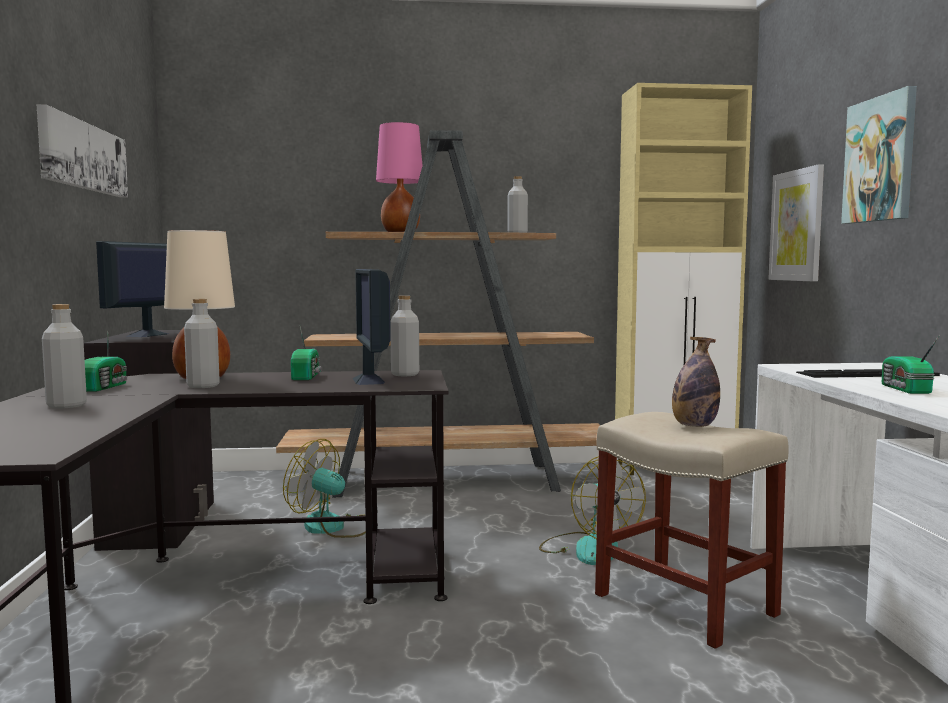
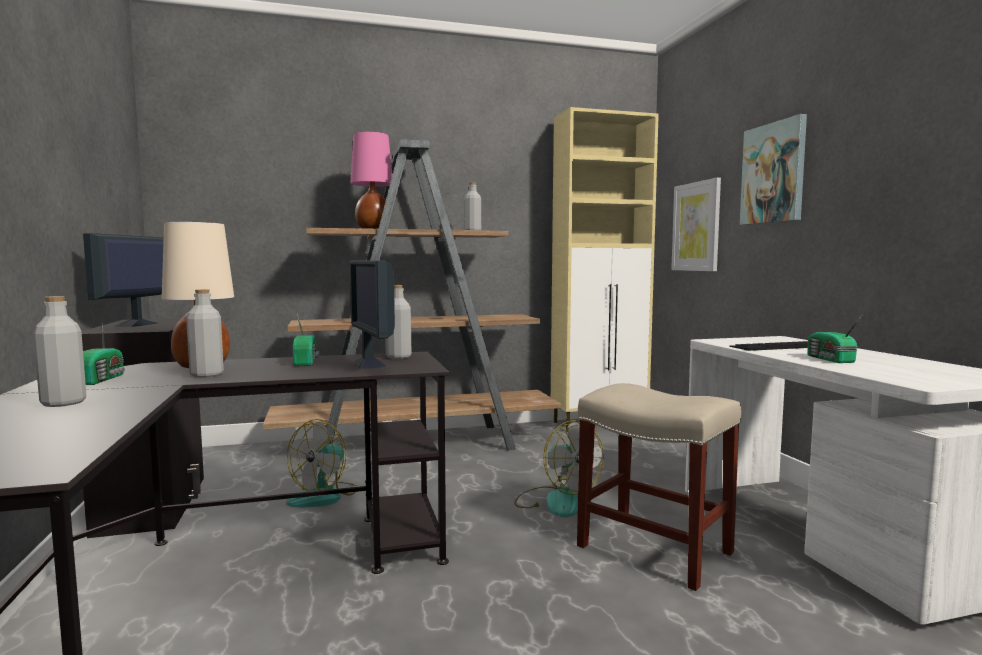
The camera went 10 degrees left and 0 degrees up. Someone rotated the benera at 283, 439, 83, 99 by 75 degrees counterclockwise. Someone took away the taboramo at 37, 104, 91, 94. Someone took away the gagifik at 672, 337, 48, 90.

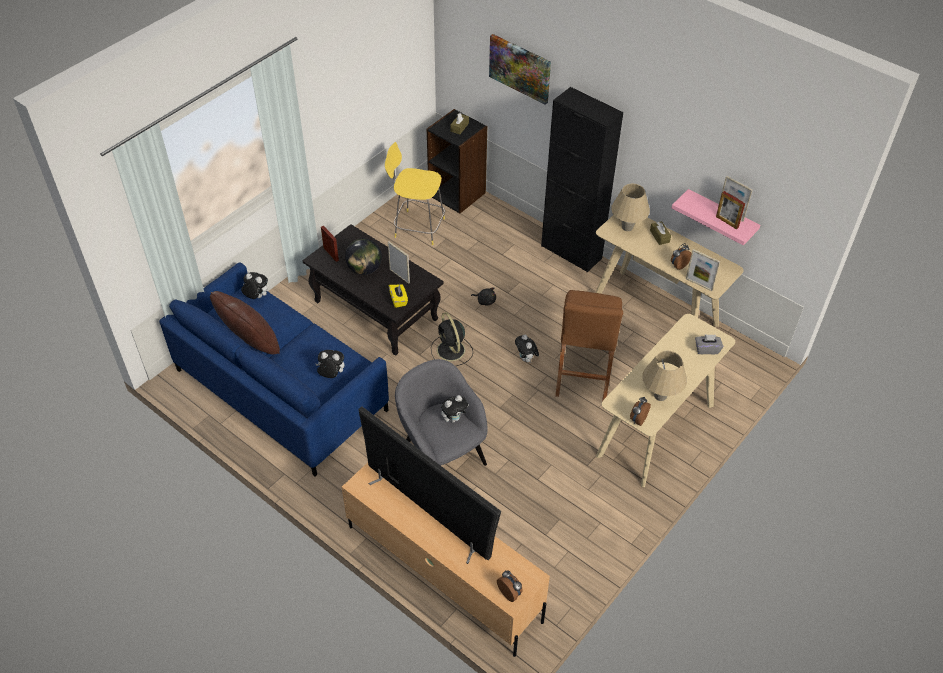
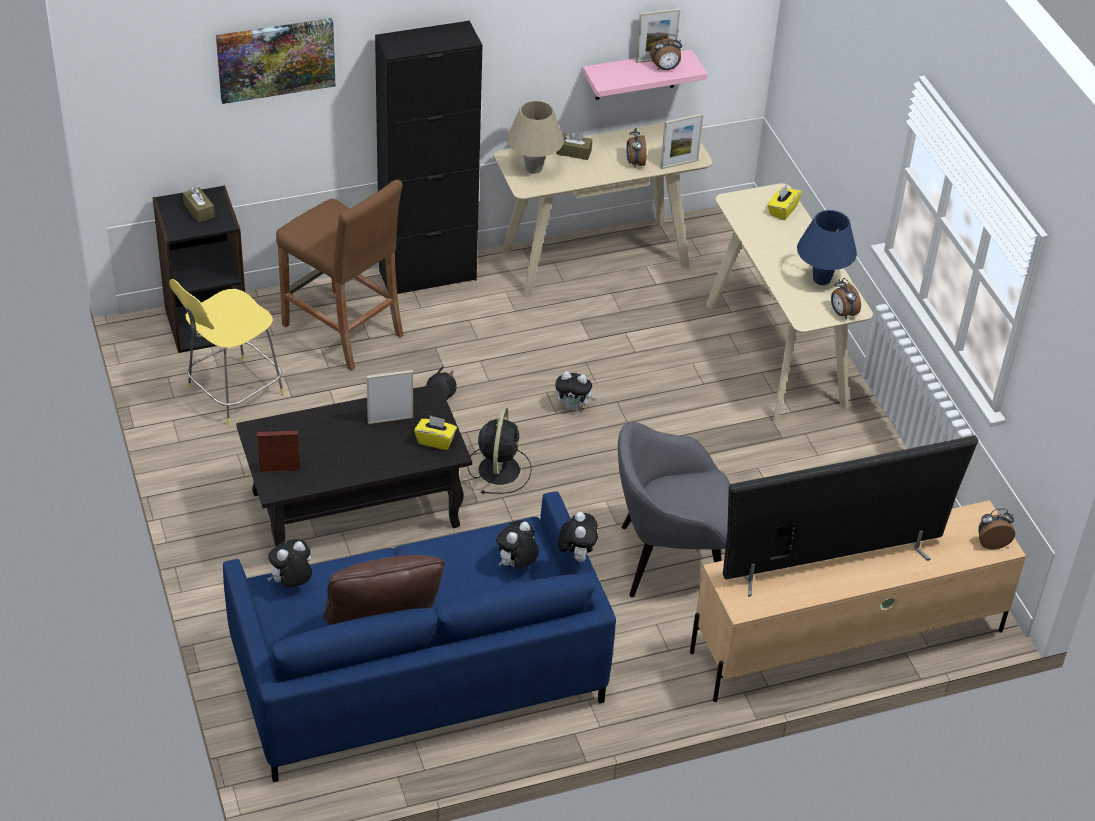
The camera went 60 degrees left and 5 degrees down. Someone carried the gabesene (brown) from 555, 290, 68, 111 to 276, 179, 127, 192. Someone rotated the benera (black) at 431, 312, 42, 54 by 90 degrees counterclockwise. Someone carried the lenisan from 441, 395, 28, 28 to 558, 512, 40, 50. Someone swapped the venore at 716, 191, 29, 38 for the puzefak at 650, 34, 32, 36. Someone repainted the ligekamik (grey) at 695, 334, 28, 20, which became the ligekamik (yellow) at 767, 184, 35, 36. Someone repainted the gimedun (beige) at 642, 350, 45, 51, which became the gimedun (blue) at 797, 210, 60, 75. Someone took away the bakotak at 345, 238, 37, 37.

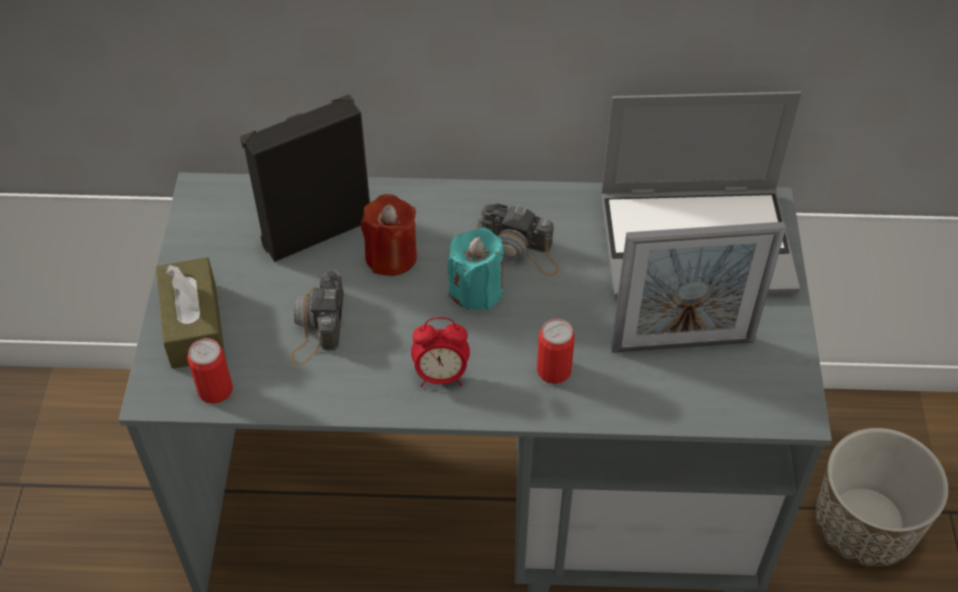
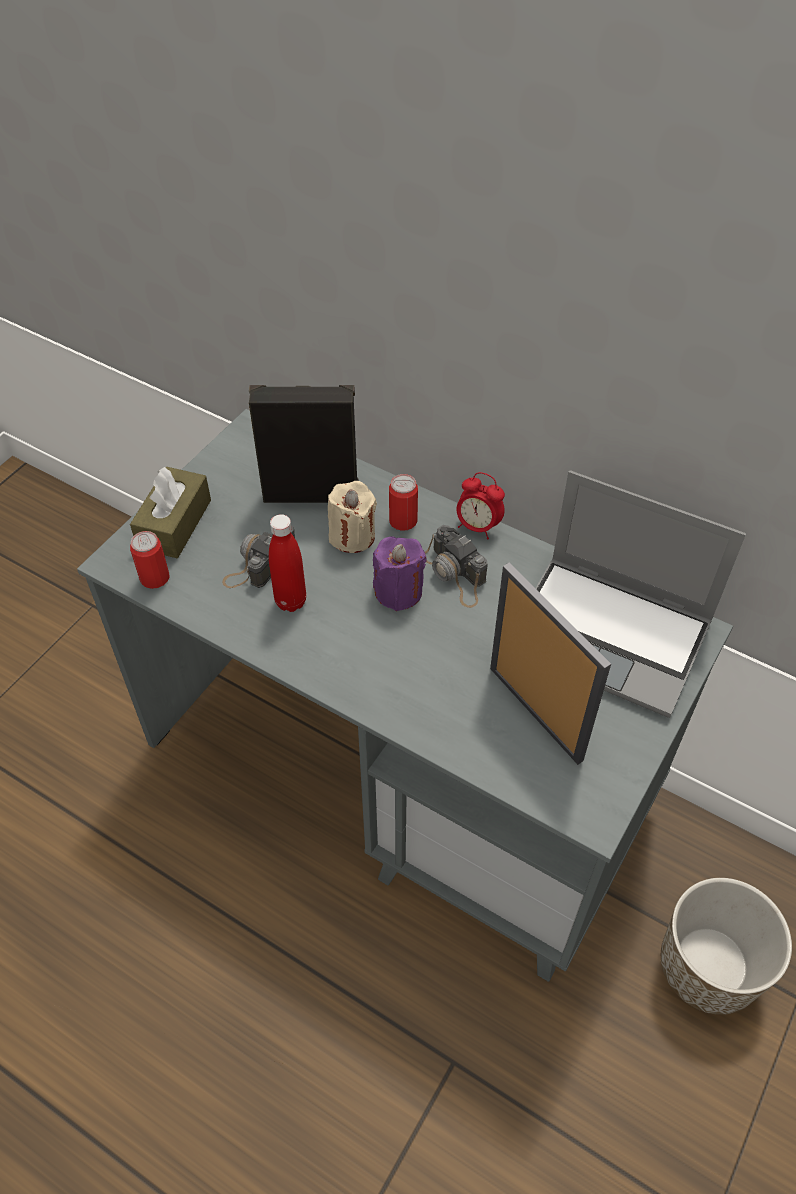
The camera went 30 degrees right and 0 degrees up. Someone put down the gagifik (red) at 269, 514, 37, 98. Someone repainted the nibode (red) at 361, 194, 56, 82, which became the nibode (beige) at 328, 481, 49, 72. Someone repainted the nibode (turquoise) at 448, 227, 56, 83, which became the nibode (purple) at 373, 536, 54, 75. Someone carried the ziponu from 537, 319, 38, 65 to 389, 474, 29, 57. Someone carried the puzefak from 411, 317, 59, 70 to 457, 472, 48, 67. Someone rotated the venore at 611, 222, 175, 131 by 150 degrees counterclockwise.

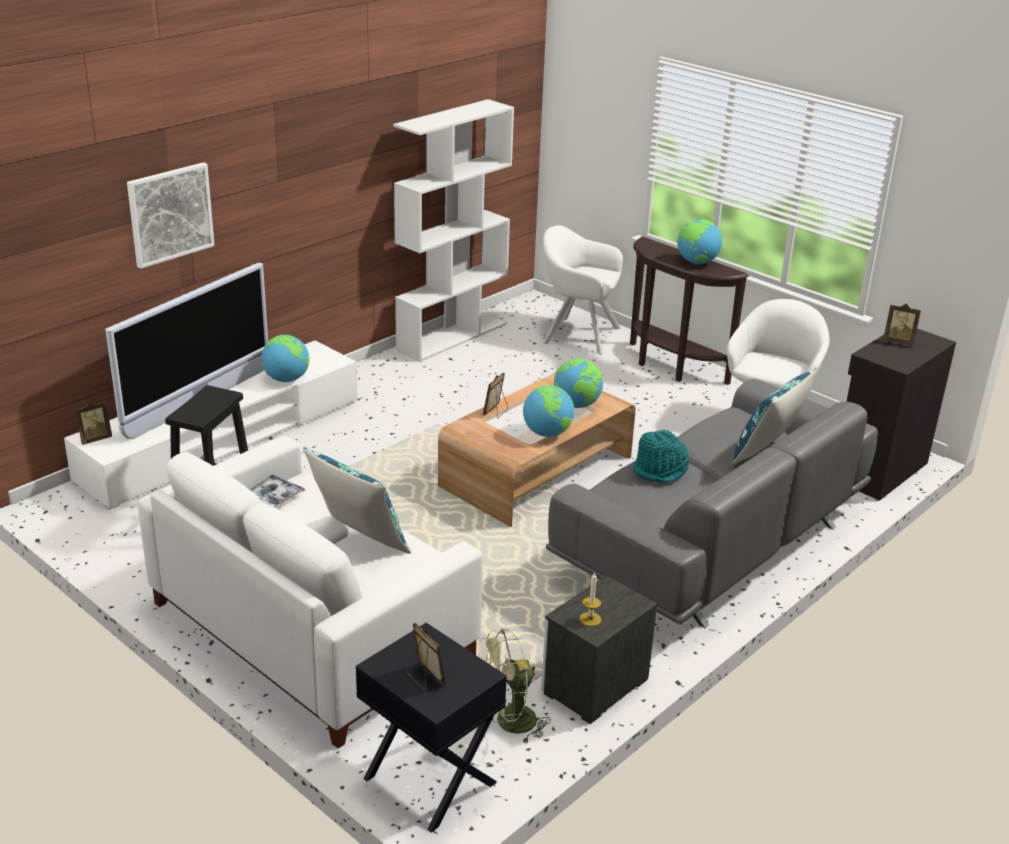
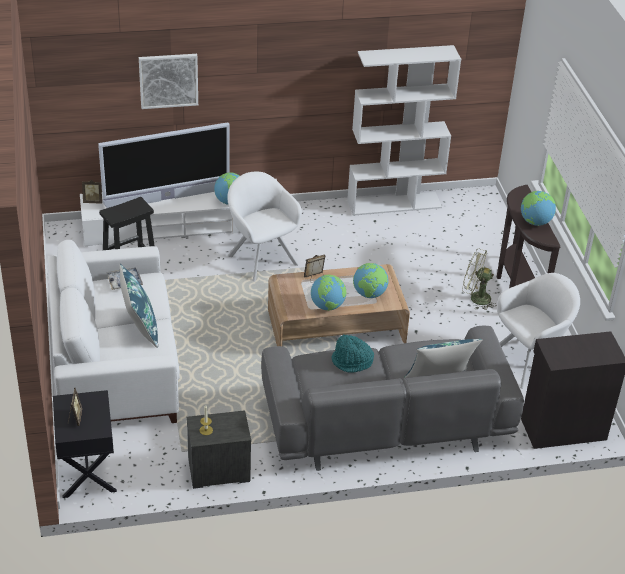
The camera went 35 degrees right and 10 degrees up. Someone carried the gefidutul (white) from 543, 225, 80, 130 to 227, 172, 75, 110. Someone carried the benera (green) from 479, 629, 72, 116 to 462, 248, 35, 62. Someone took away the venore at 883, 303, 38, 42.

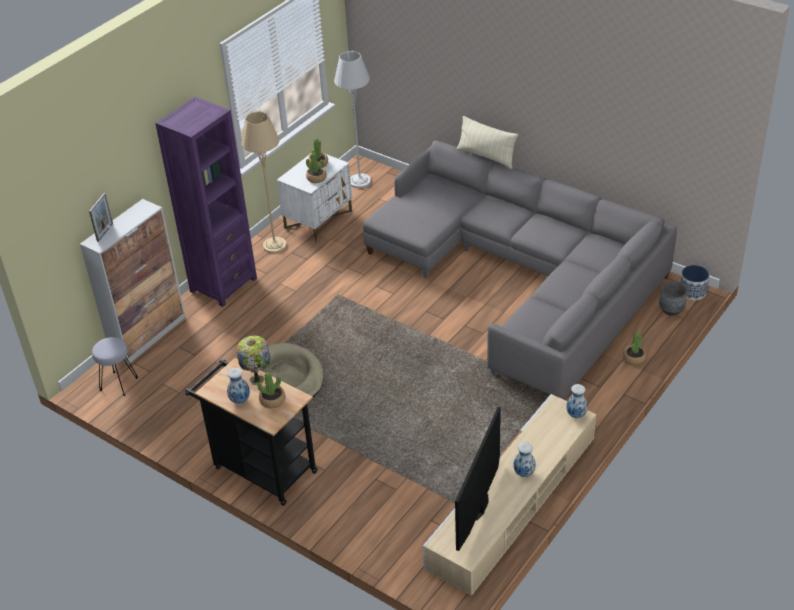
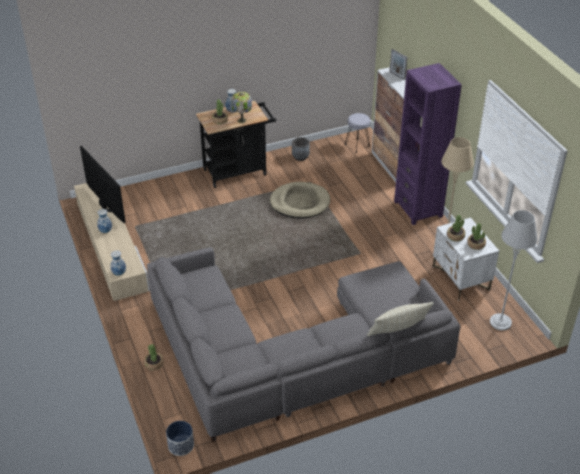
The camera went 120 degrees right and 0 degrees up. Someone carried the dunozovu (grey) from 659, 281, 29, 35 to 292, 137, 18, 24.

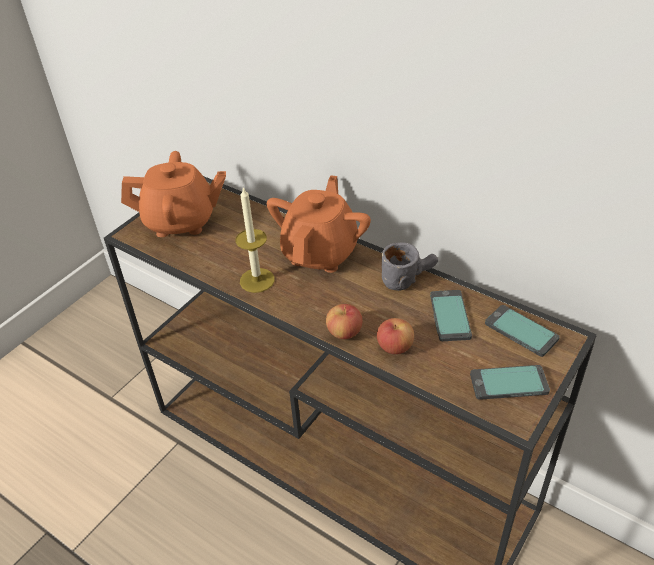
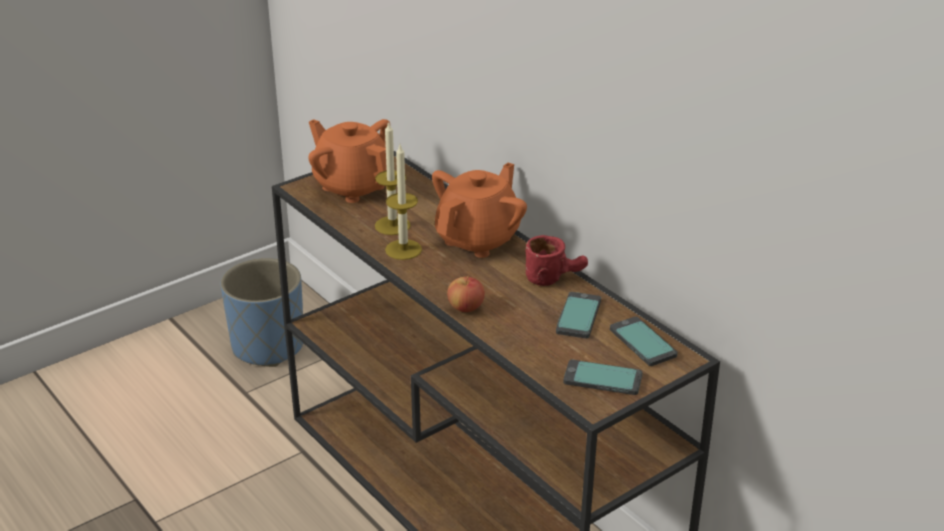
The camera went 15 degrees right and 10 degrees down. Someone put down the dunozovu (blue) at 221, 258, 82, 109. Someone rotated the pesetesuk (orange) at 121, 151, 105, 86 by 150 degrees counterclockwise. Someone put down the nibode at 375, 121, 36, 114. Someone repainted the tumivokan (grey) at 382, 242, 56, 49, which became the tumivokan (red) at 526, 235, 62, 51. Someone took away the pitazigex at 377, 318, 37, 36.

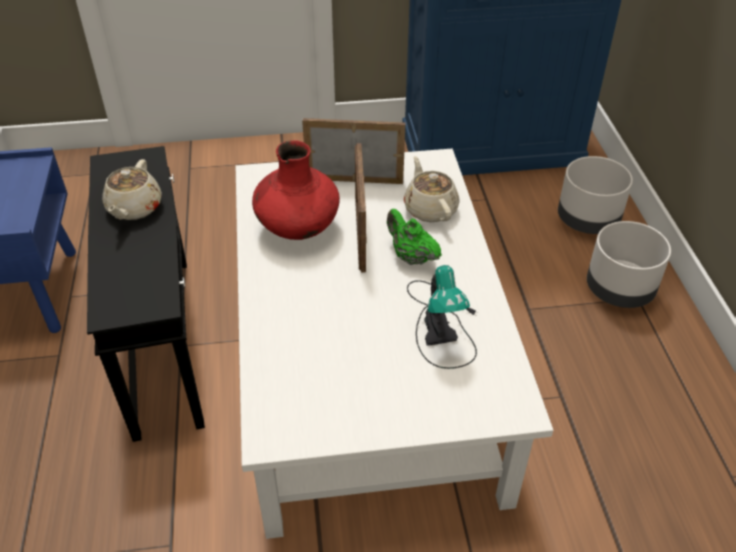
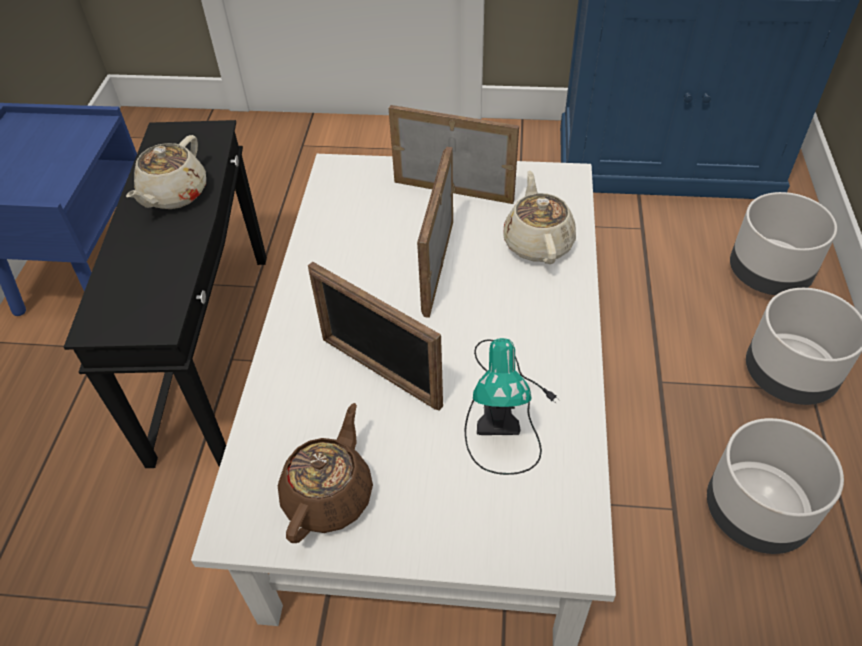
The camera went 15 degrees right and 5 degrees up. Someone put down the pesetesuk (brown) at 278, 403, 95, 140. Someone put down the venore at 308, 261, 135, 150. Someone put down the dunozovu (grey) at 707, 418, 137, 136. Someone took away the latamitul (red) at 252, 140, 88, 100. Someone took away the pesetesuk (green) at 387, 209, 55, 56.

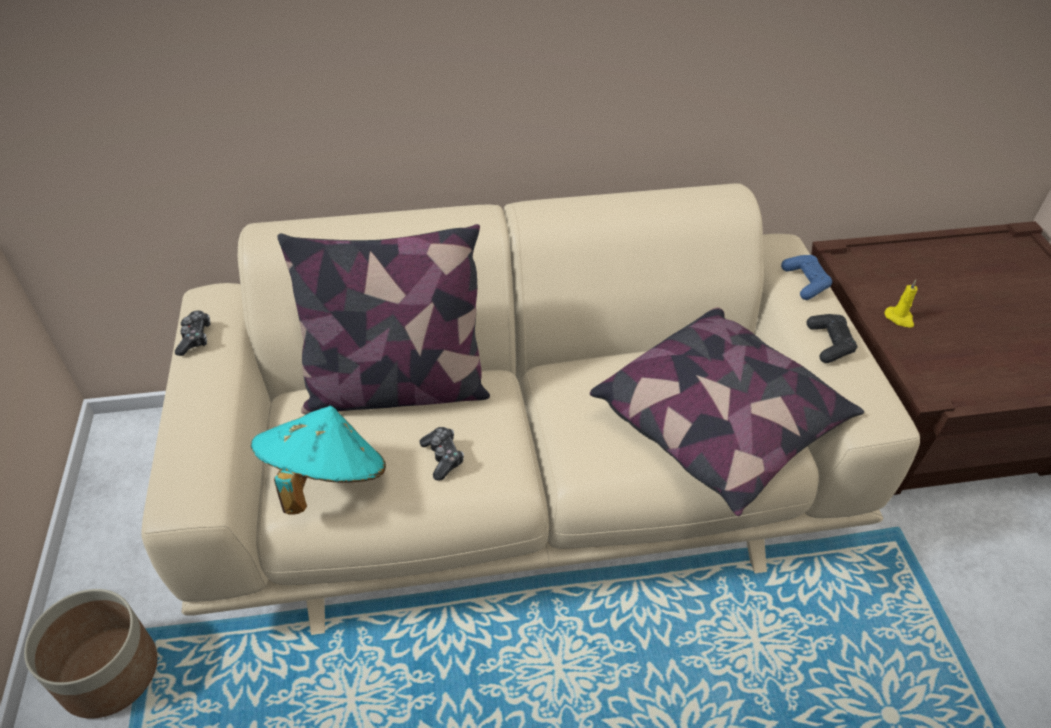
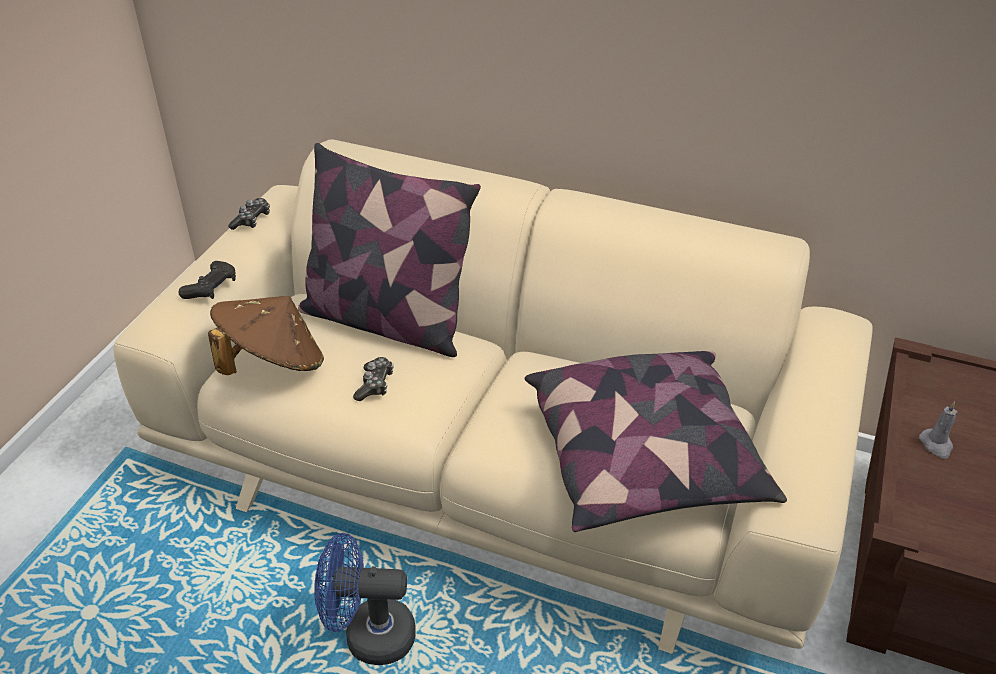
The camera went 30 degrees right and 5 degrees down. Someone carried the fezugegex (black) from 807, 314, 50, 49 to 178, 261, 58, 38. Someone repainted the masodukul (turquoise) at 251, 406, 135, 109, which became the masodukul (brown) at 208, 296, 116, 79. Someone put down the benera (blue) at 314, 533, 102, 132. Someone repainted the nibode (yellow) at 884, 280, 33, 48, which became the nibode (grey) at 919, 401, 38, 58. Someone took away the dunozovu at 24, 589, 134, 130. Someone took away the fezugegex (blue) at 781, 255, 51, 45.

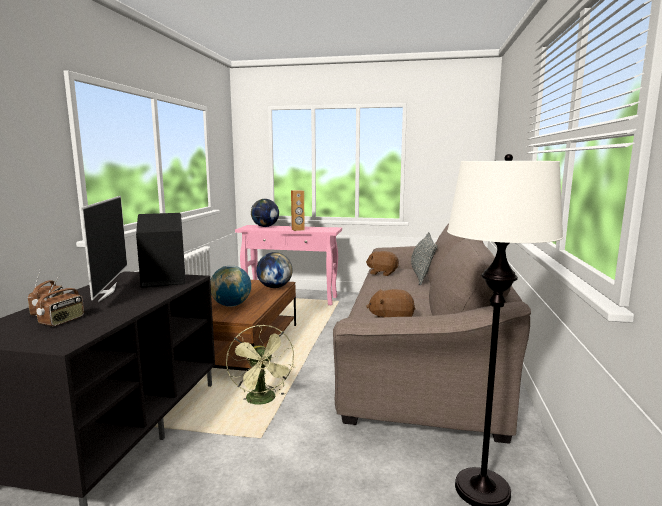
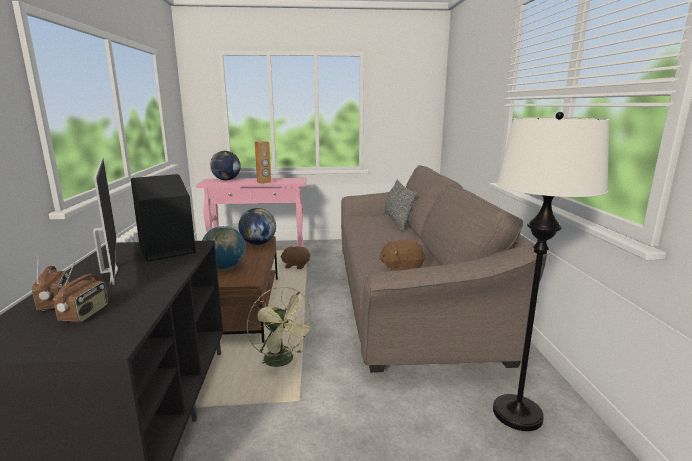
The camera went 15 degrees left and 5 degrees up. Someone carried the lenisan (brown) from 366, 251, 33, 25 to 280, 246, 30, 23.

